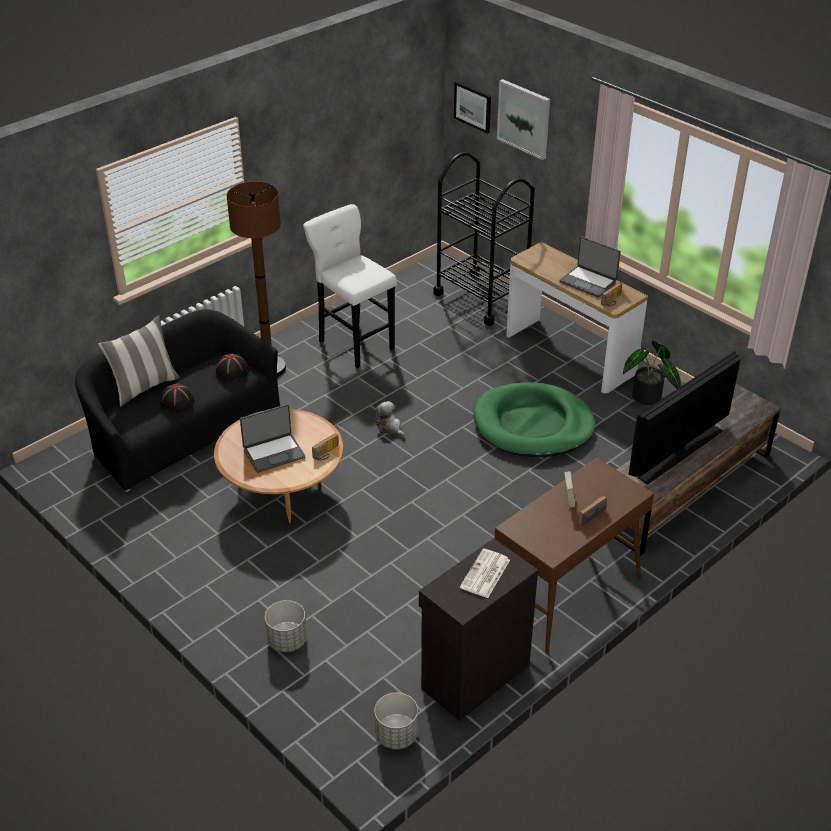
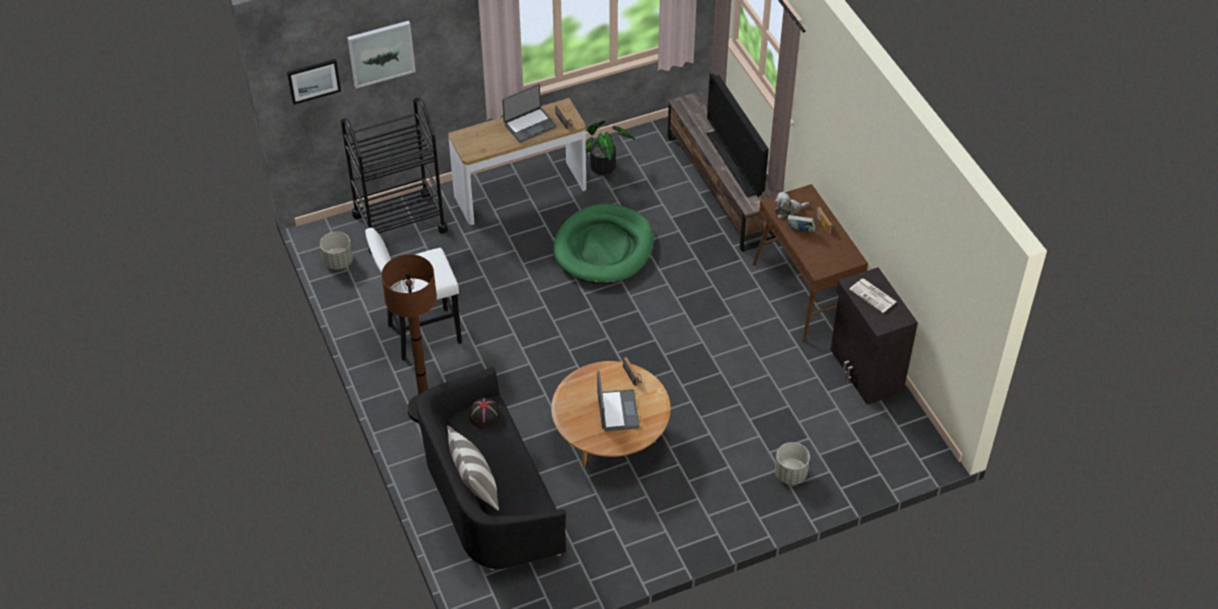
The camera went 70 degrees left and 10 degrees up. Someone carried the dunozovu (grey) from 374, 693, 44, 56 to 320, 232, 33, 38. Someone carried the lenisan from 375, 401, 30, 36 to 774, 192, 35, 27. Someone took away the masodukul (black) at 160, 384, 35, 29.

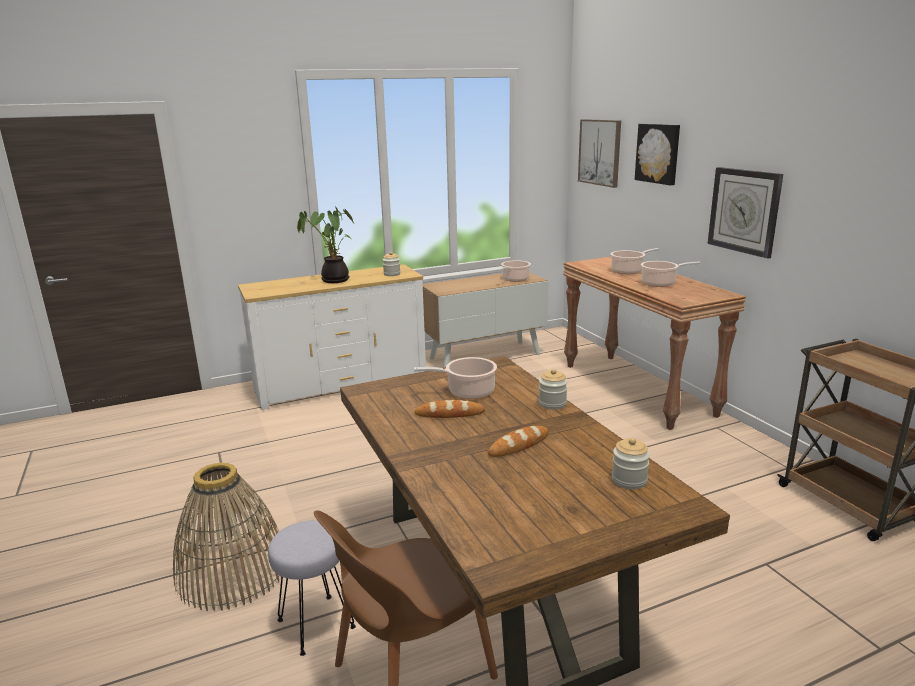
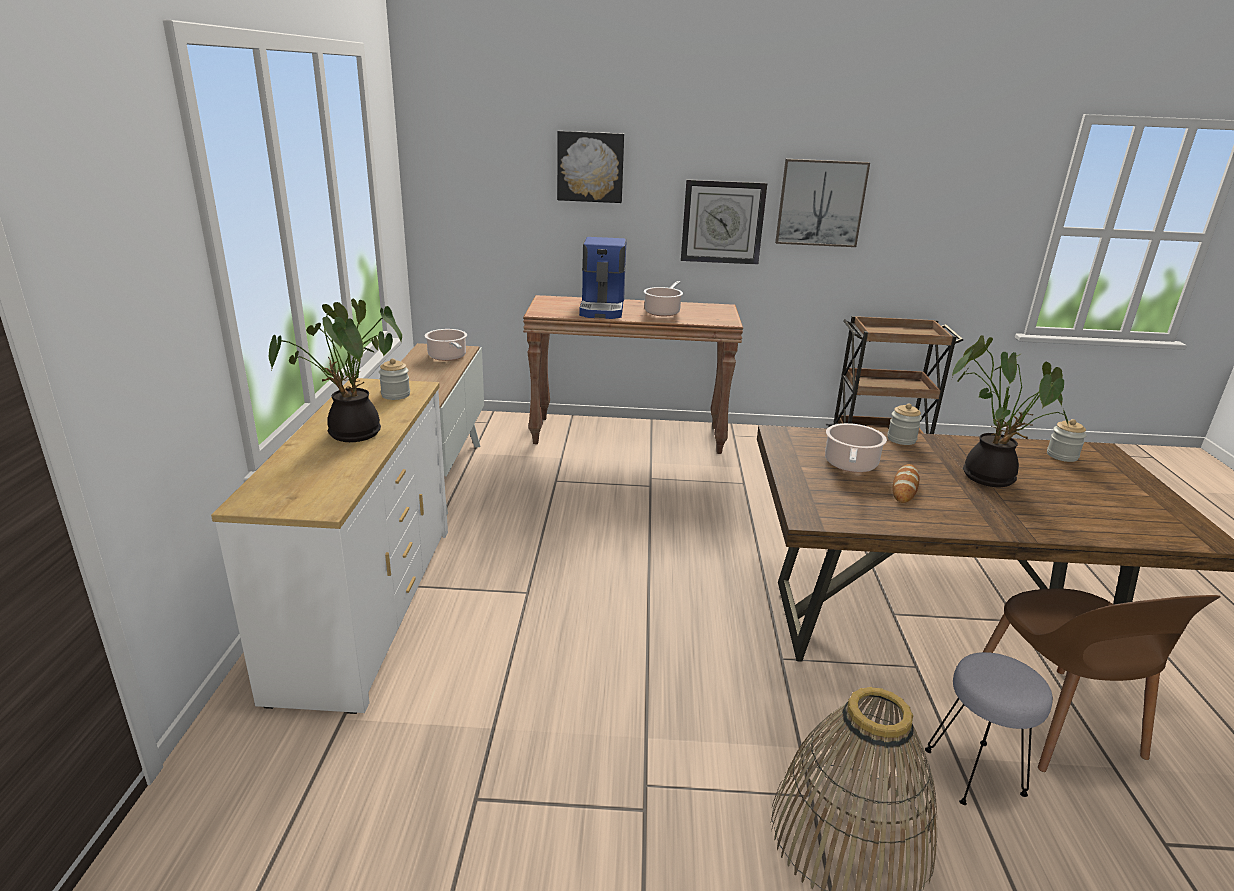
The camera went 65 degrees left and 5 degrees up. Someone swapped the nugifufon at 611, 248, 48, 26 for the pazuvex at 579, 237, 47, 82. Someone carried the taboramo from 578, 119, 43, 69 to 775, 159, 95, 88. Someone swapped the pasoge at 488, 426, 61, 31 for the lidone at 952, 335, 116, 152.

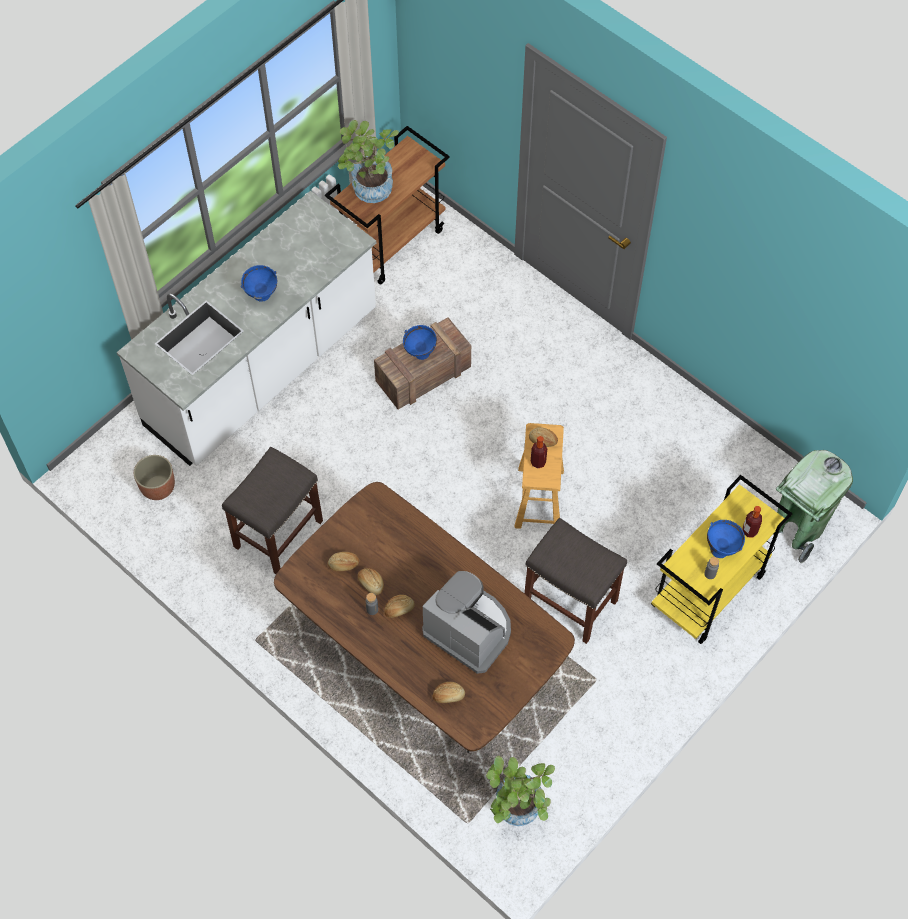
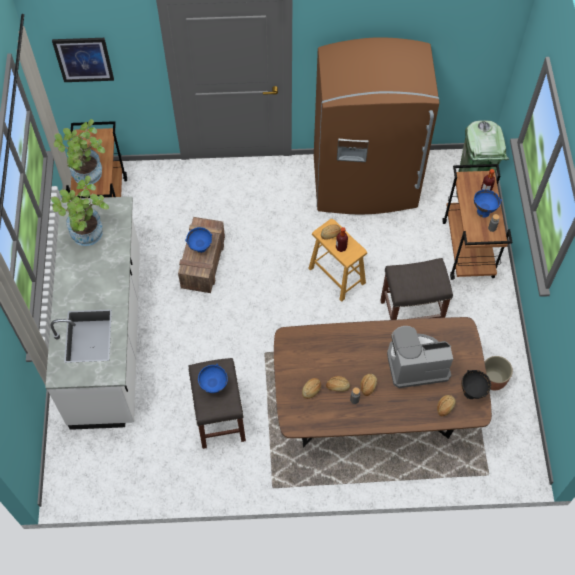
The camera went 45 degrees left and 0 degrees up. Someone carried the lidone from 486, 756, 69, 70 to 51, 175, 58, 71. Someone put up the taboramo at 52, 38, 62, 44. Someone carried the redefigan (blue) from 241, 265, 36, 37 to 198, 364, 30, 29. Someone put down the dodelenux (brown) at 314, 37, 125, 178. Someone repainted the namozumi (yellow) at 651, 475, 142, 169, which became the namozumi (brown) at 442, 164, 70, 116. Someone put down the redefigan (black) at 461, 370, 30, 29. Someone carried the dunozovu from 134, 455, 41, 45 to 485, 356, 28, 34.

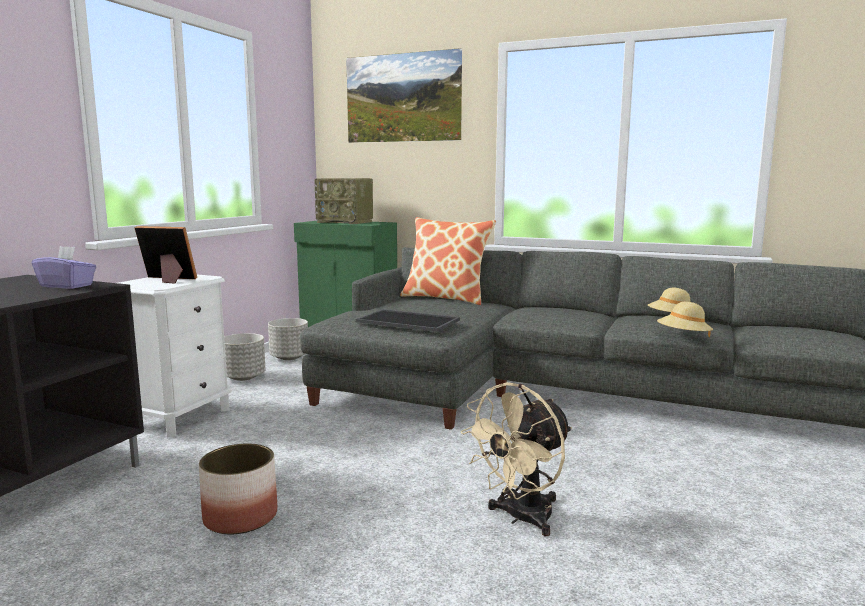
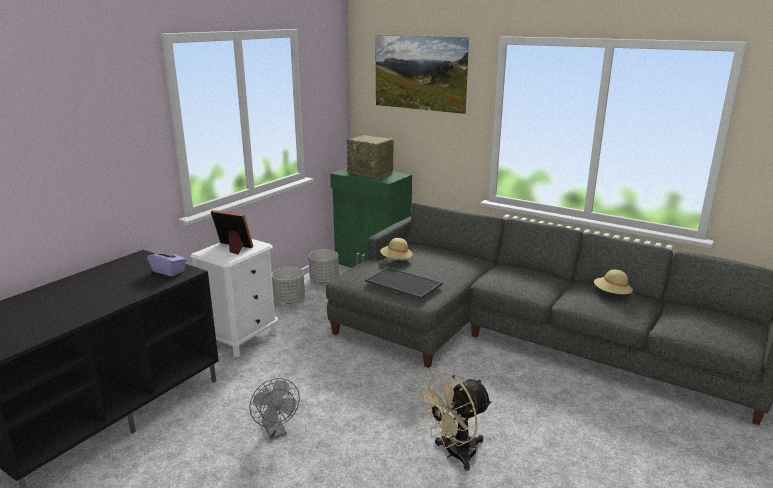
The camera went 10 degrees right and 10 degrees up. Someone swapped the dunozovu at 199, 443, 78, 91 for the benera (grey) at 249, 378, 51, 61. Someone carried the masodukul (beige) from 657, 302, 56, 35 to 380, 238, 33, 21. Someone took away the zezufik at 400, 217, 96, 88.

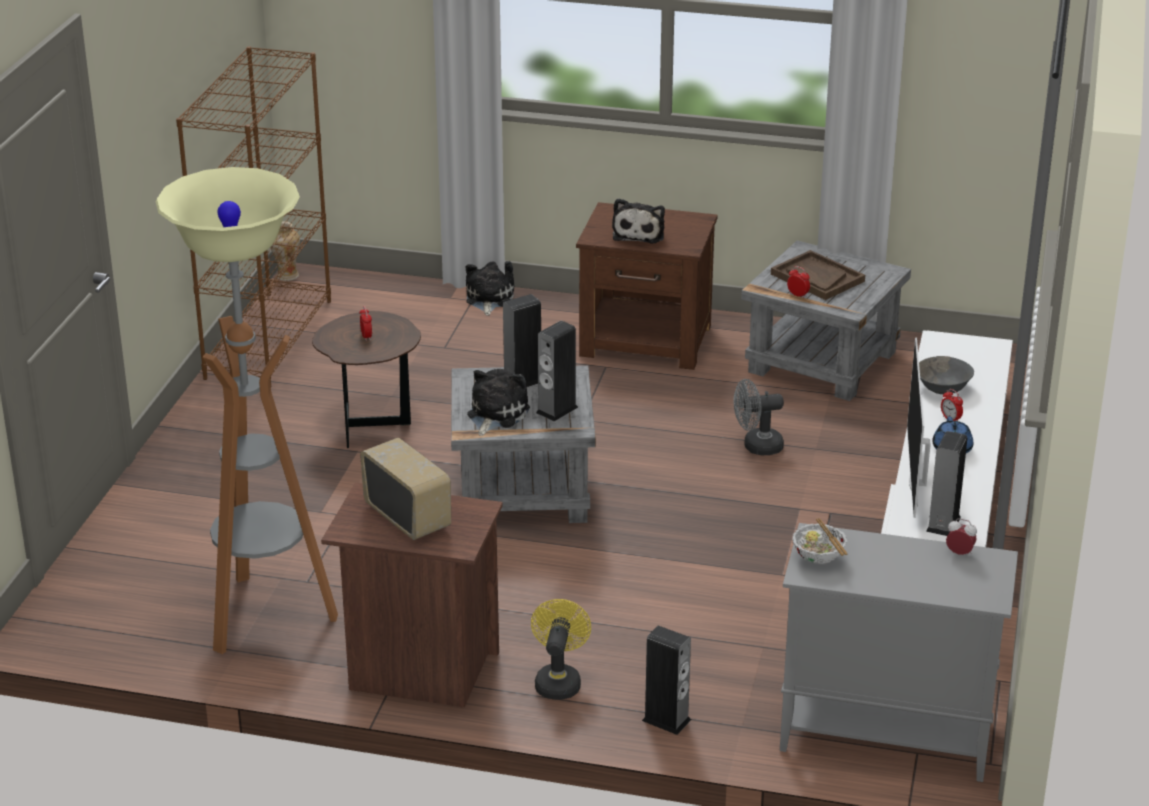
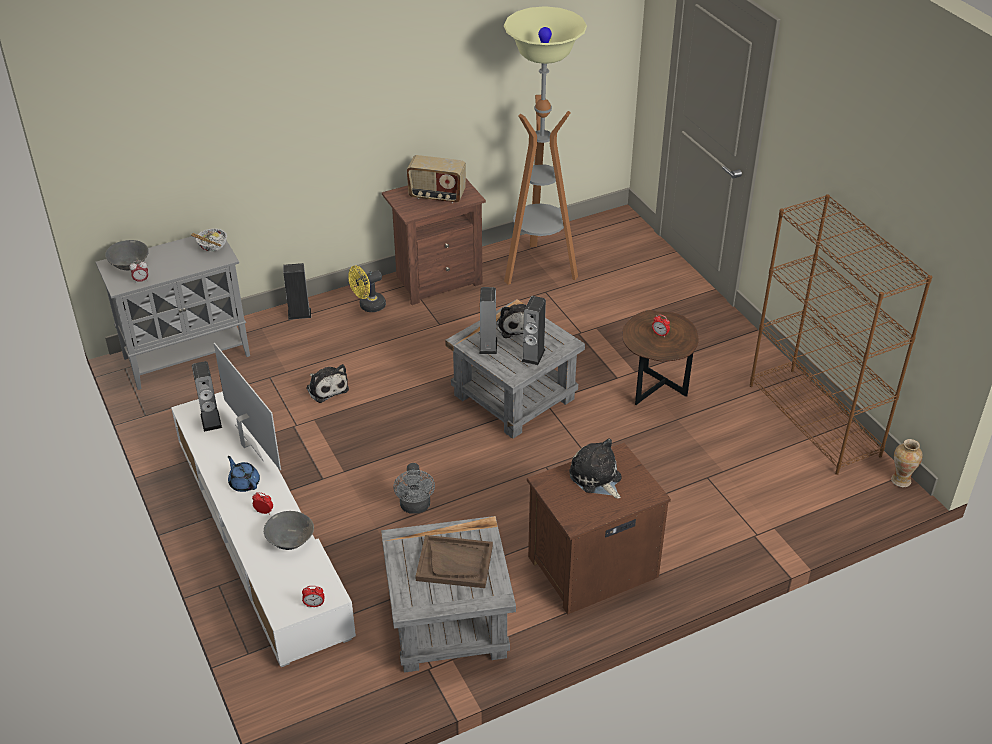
The camera went 140 degrees right and 10 degrees up. Someone put down the redefigan (grey) at 105, 240, 44, 30. Someone carried the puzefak from 787, 266, 23, 33 to 302, 586, 23, 21. Someone carried the lenisan from 466, 261, 48, 55 to 306, 364, 43, 39. Someone rotated the benera (yellow) at 531, 599, 60, 101 by 90 degrees clockwise. Someone rotated the benera (grey) at 734, 379, 50, 76 by 135 degrees clockwise.

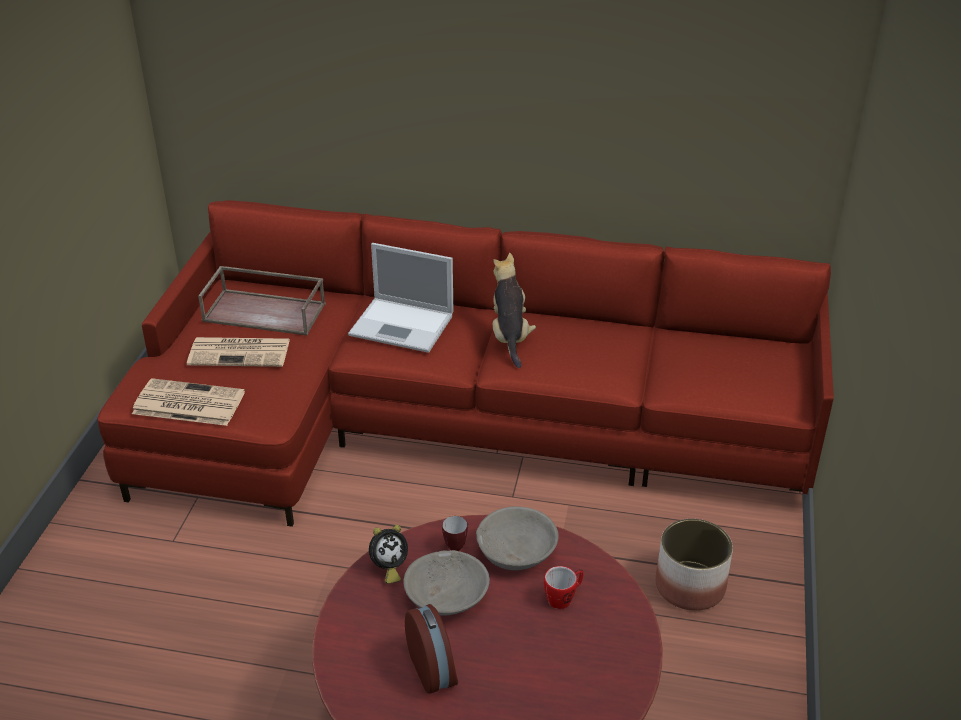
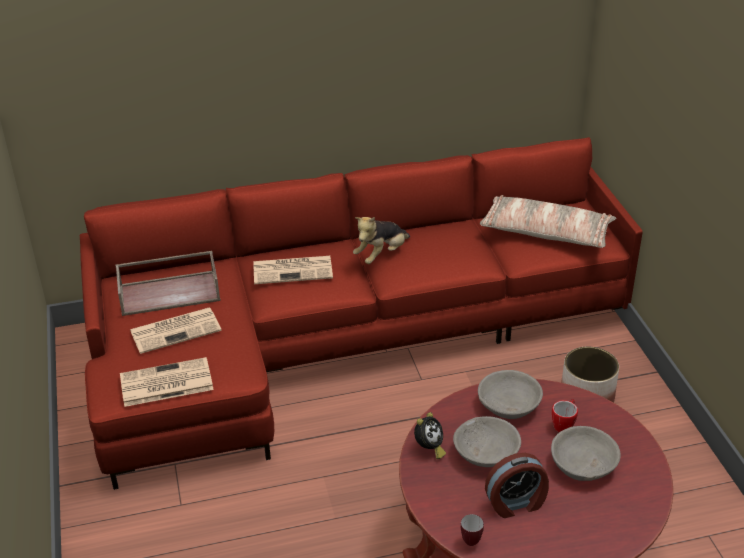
The camera went 25 degrees left and 0 degrees up. Someone swapped the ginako at 348, 243, 106, 110 for the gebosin at 253, 256, 80, 28. Someone rotated the lenisan at 493, 253, 43, 115 by 105 degrees counterclockwise. Someone carried the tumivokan from 442, 516, 26, 35 to 460, 514, 24, 32. Someone put down the zezufik at 480, 195, 136, 53. Someone rotated the puzefak at 405, 604, 53, 90 by 120 degrees clockwise. Someone put down the redefigan (grey) at 551, 426, 70, 55.

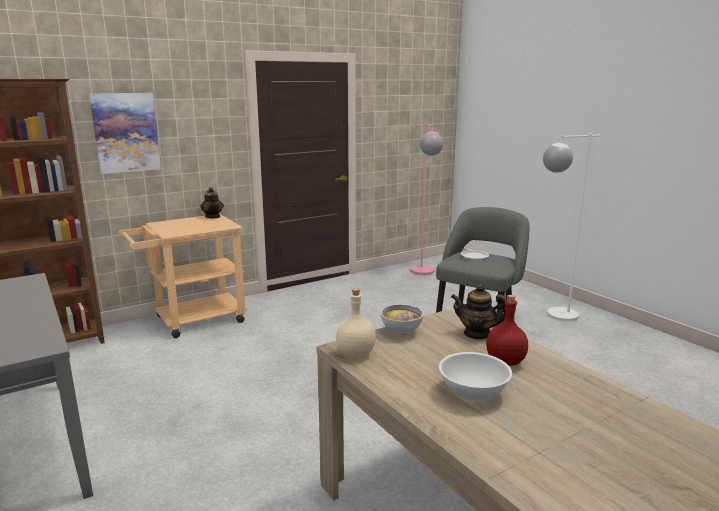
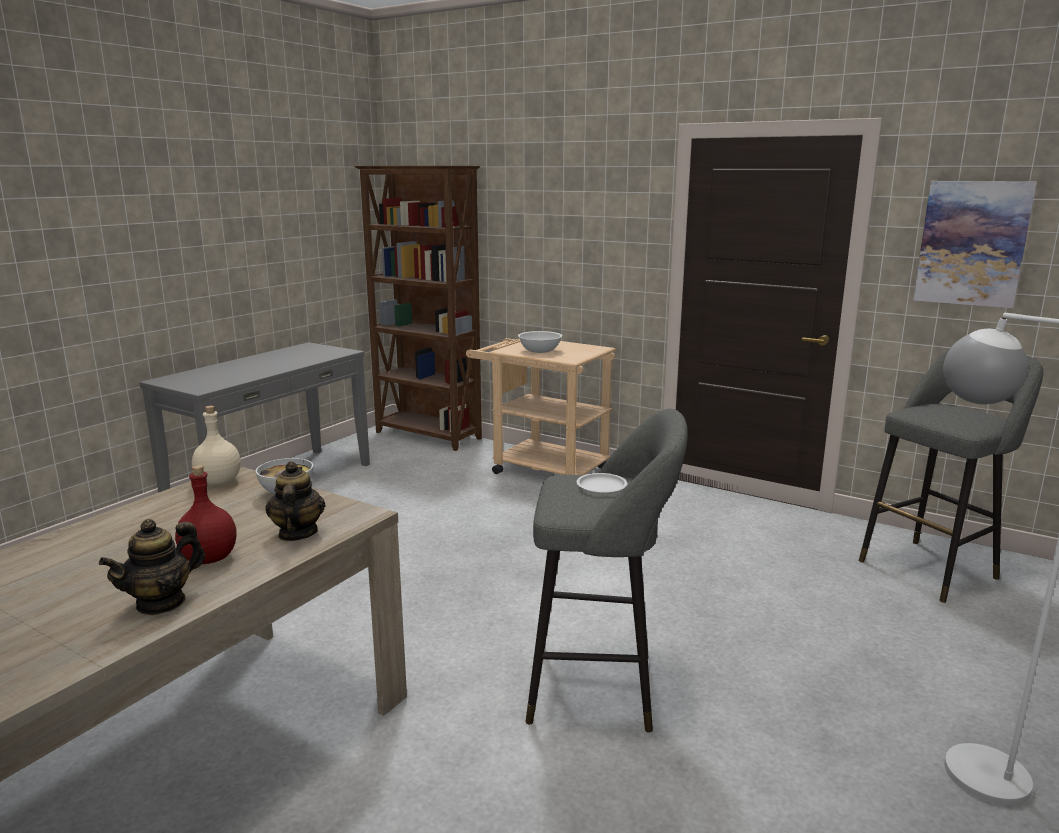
The camera went 65 degrees right and 0 degrees up. Someone carried the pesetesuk from 201, 187, 23, 31 to 99, 519, 106, 96. Someone carried the redefigan (white) from 439, 352, 73, 48 to 518, 331, 44, 22. Someone swapped the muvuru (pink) at 410, 122, 33, 153 for the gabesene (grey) at 859, 349, 184, 254. Someone carried the taboramo from 89, 93, 72, 81 to 913, 181, 124, 127.

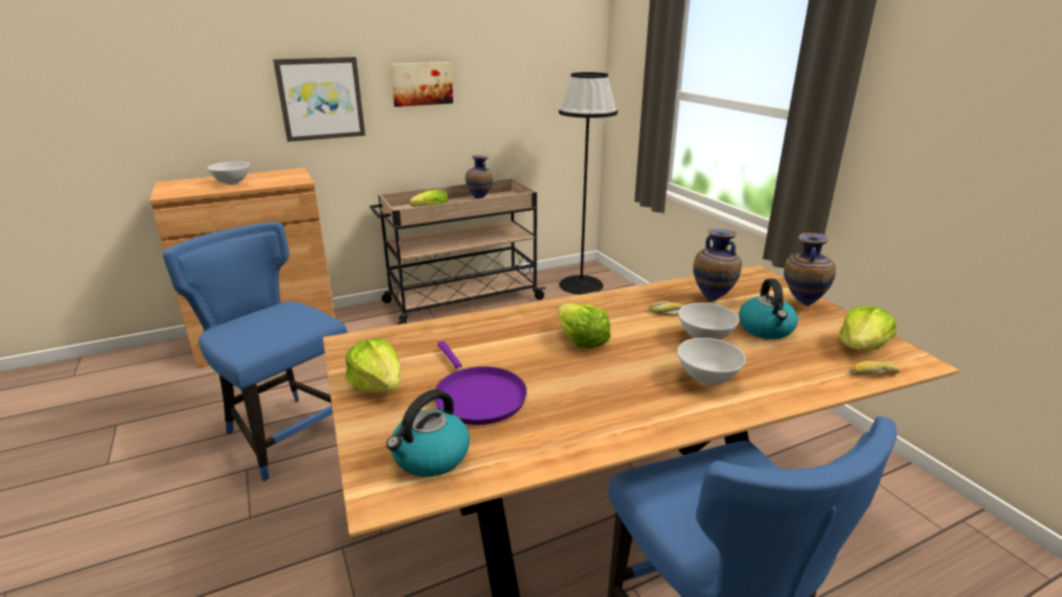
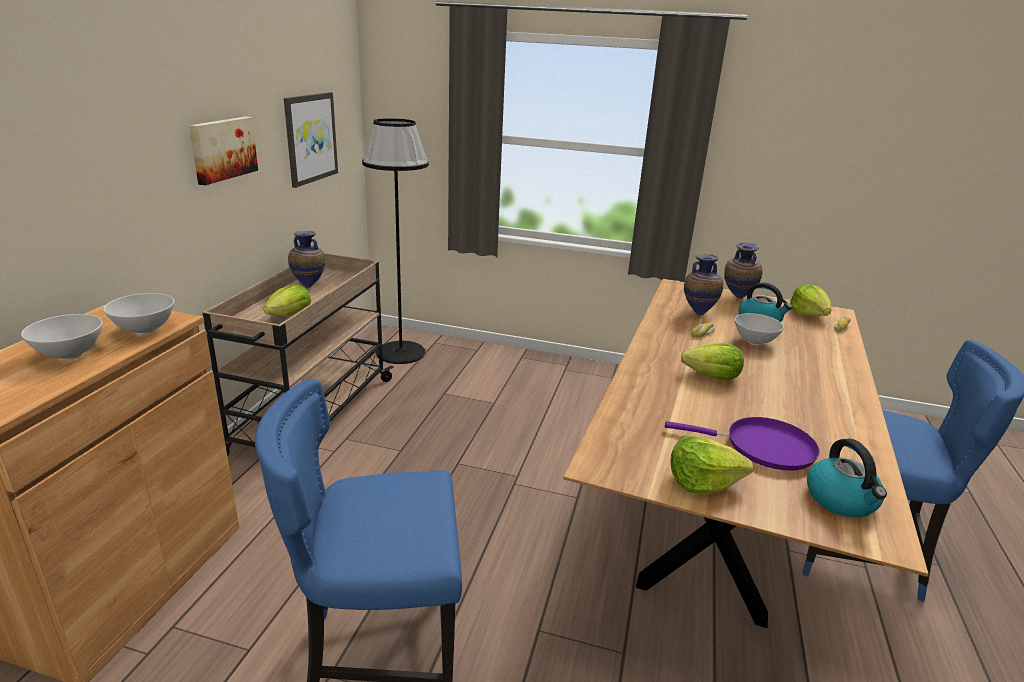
The camera went 50 degrees left and 0 degrees up. Someone carried the redefigan (white) from 677, 338, 69, 47 to 103, 293, 71, 42. Someone carried the taboramo from 273, 57, 92, 85 to 284, 92, 54, 96.

